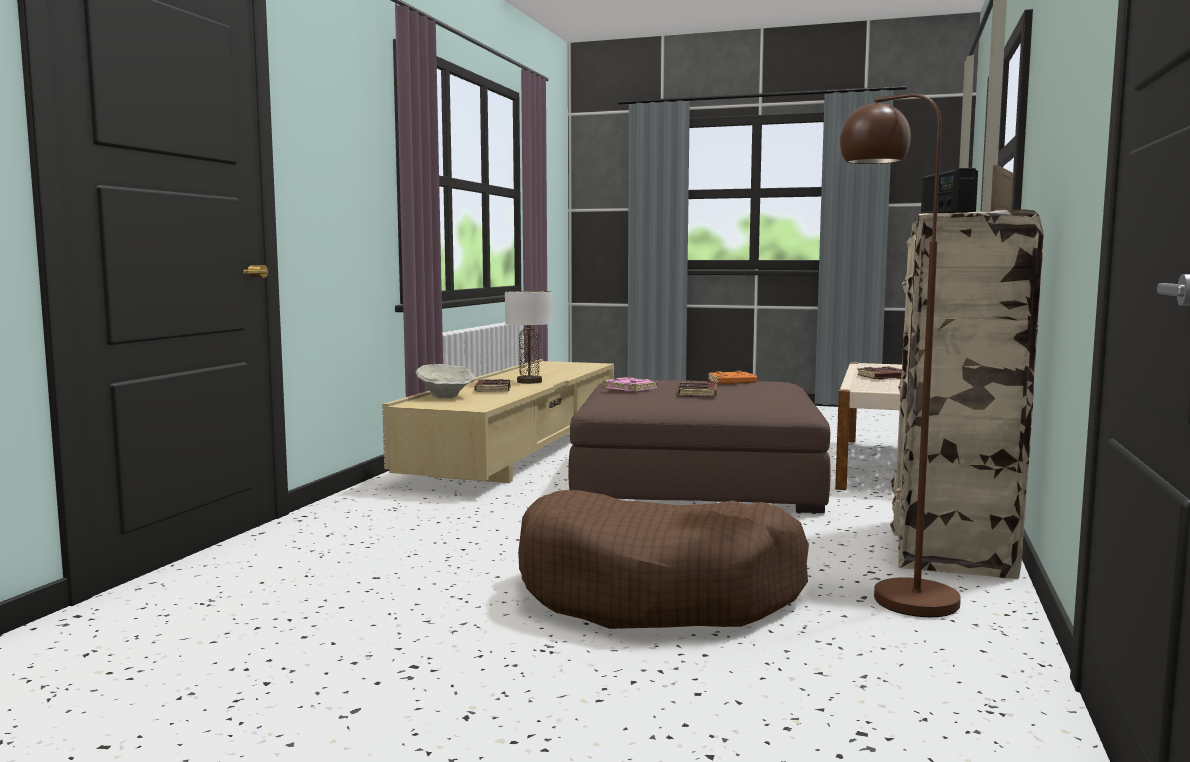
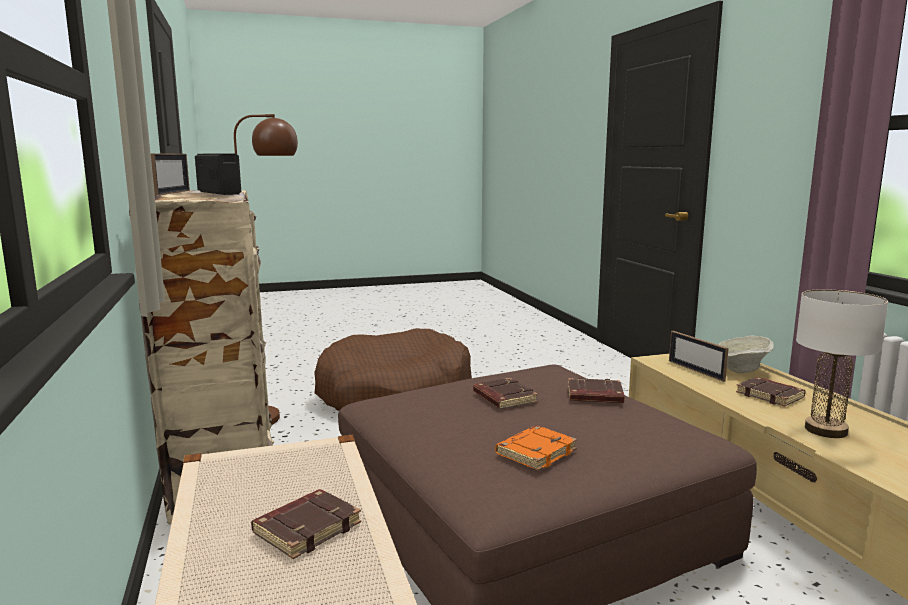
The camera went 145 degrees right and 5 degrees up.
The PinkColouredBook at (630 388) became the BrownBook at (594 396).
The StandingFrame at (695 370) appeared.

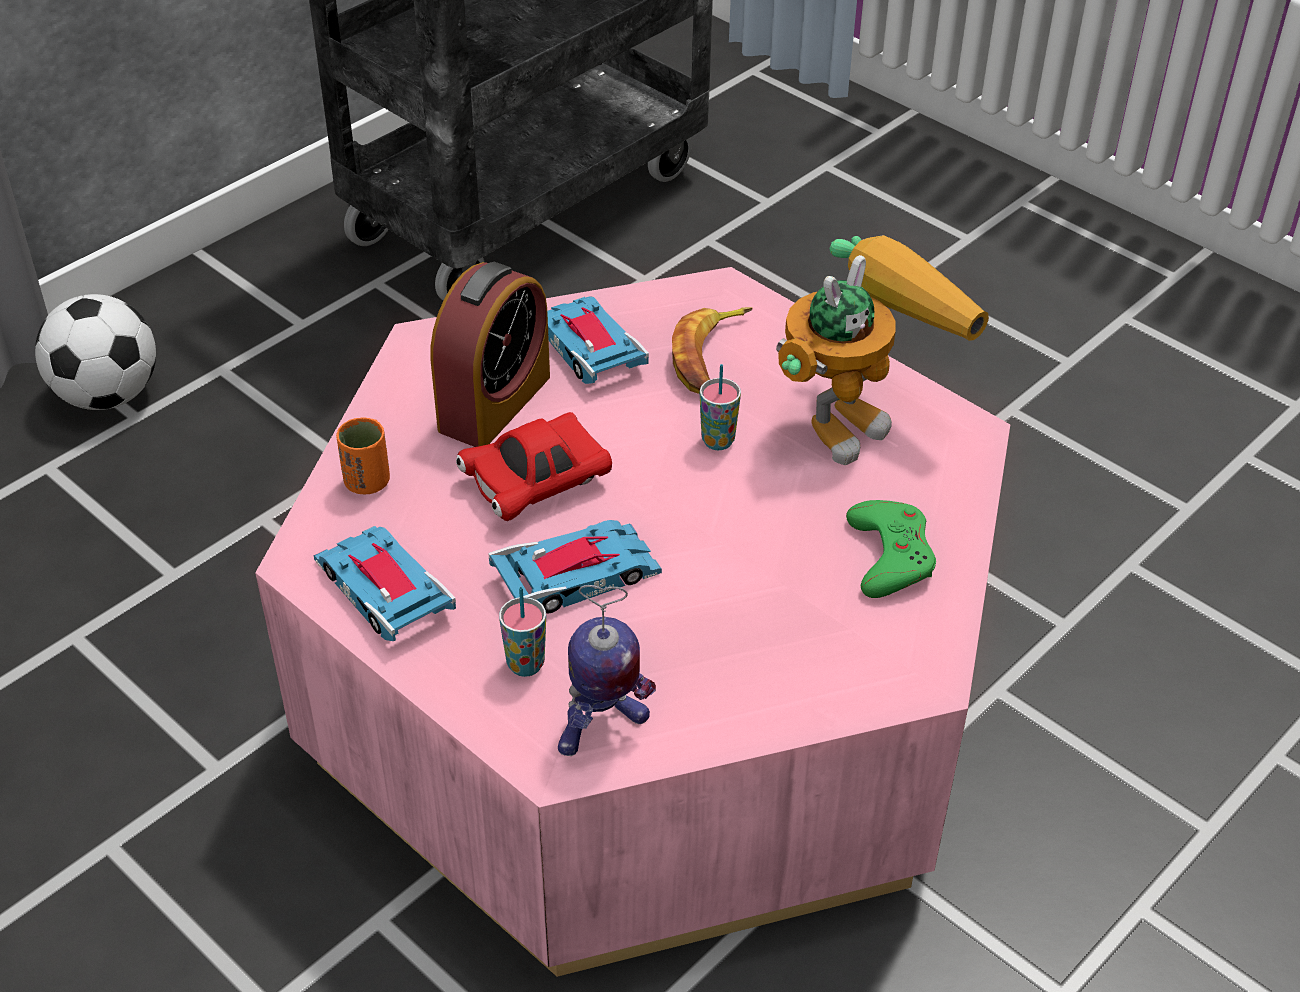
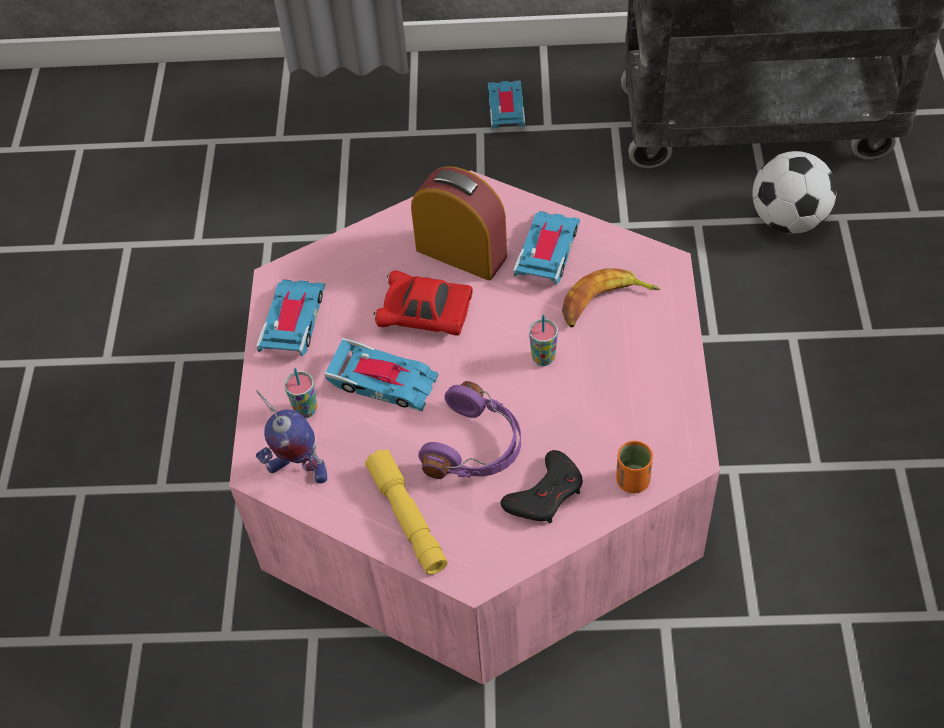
The camera went 50 degrees right and 10 degrees up.
The BallForFootball moved from (108 396) to (788 220).
The OrangeSmallCup moved from (367 482) to (632 481).
The BedsideClock at (494 403) turned 135 degrees counterclockwise.
The ModelRobot at (857 413) disappeared.
The GreenJoypad at (890 556) became the BlackColouredJoypad at (545 494).
The YellowishHandTorch at (407 518) appeared.
The PurpleHeadset at (476 447) appeared.
The ToyCar at (506 108) appeared.

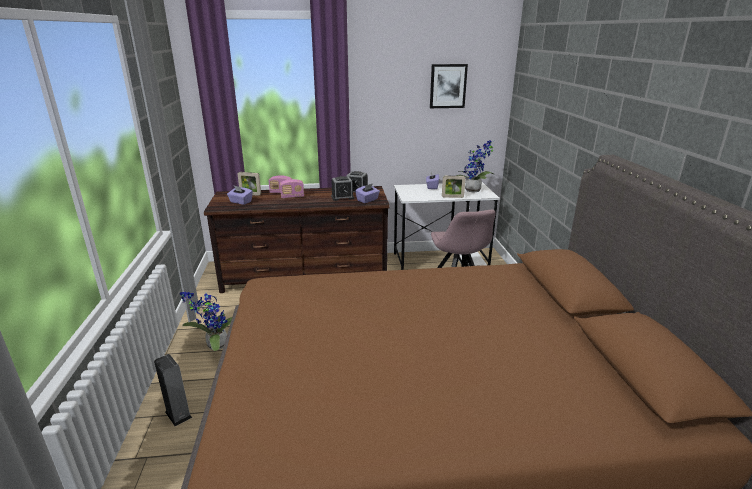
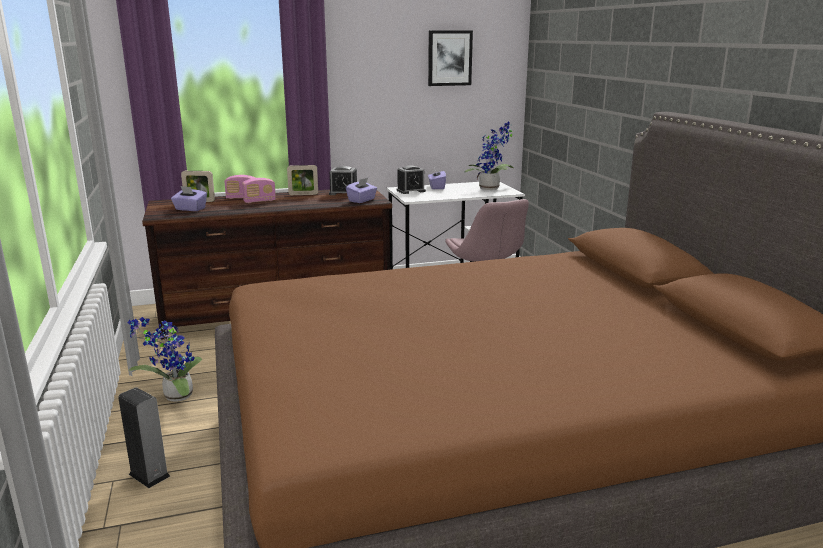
The camera went 10 degrees left and 5 degrees down.
The BedsideClock moved from (342 197) to (411 191).
The StandingFrame moved from (452 197) to (303 194).

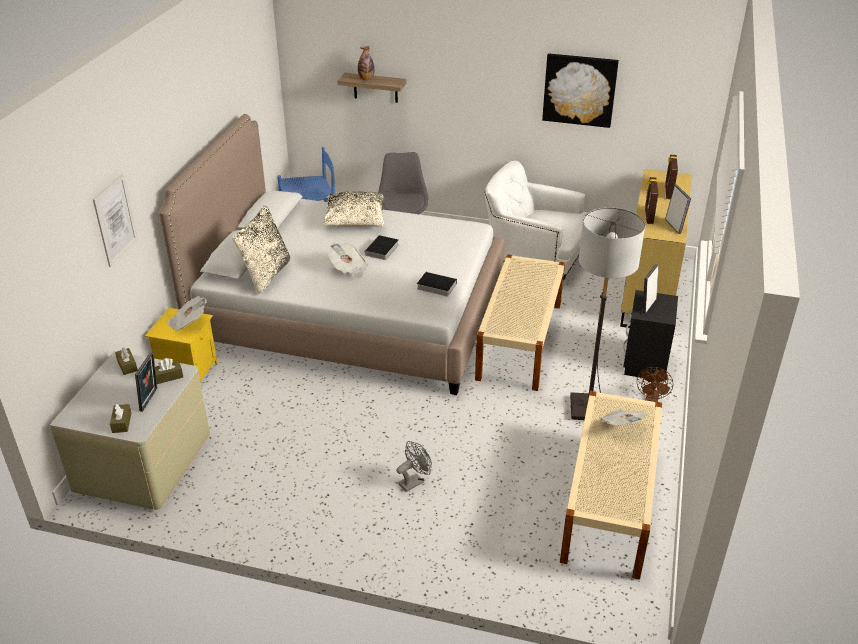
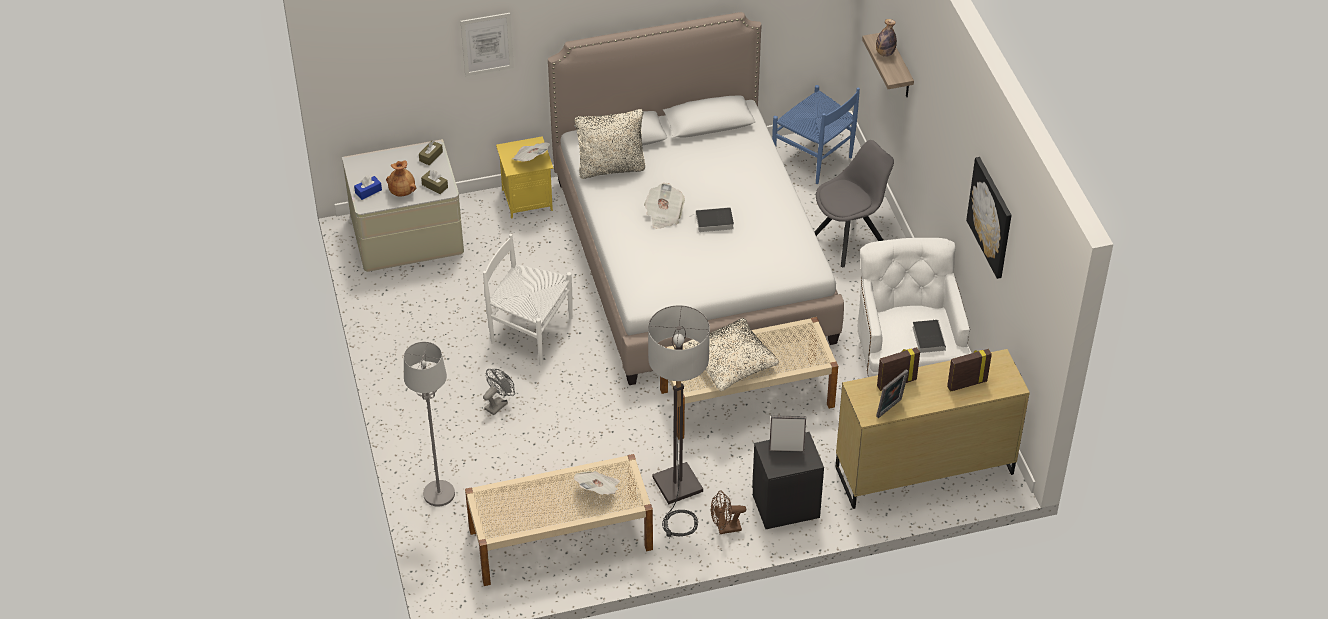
The camera went 60 degrees right and 10 degrees up.
The BrownTissueHolder at (121 423) became the BlueColouredTissueHolder at (368 191).
The StandingFrame at (150 400) was replaced by the BrownVase at (402 192).
The BeigeColouredCushion moved from (355 218) to (731 361).
The GrayFan at (414 481) turned 75 degrees counterclockwise.
The Book moved from (435 286) to (928 337).
The GrayStandingLamp at (438 494) appeared.
The WhitishChair at (530 332) appeared.

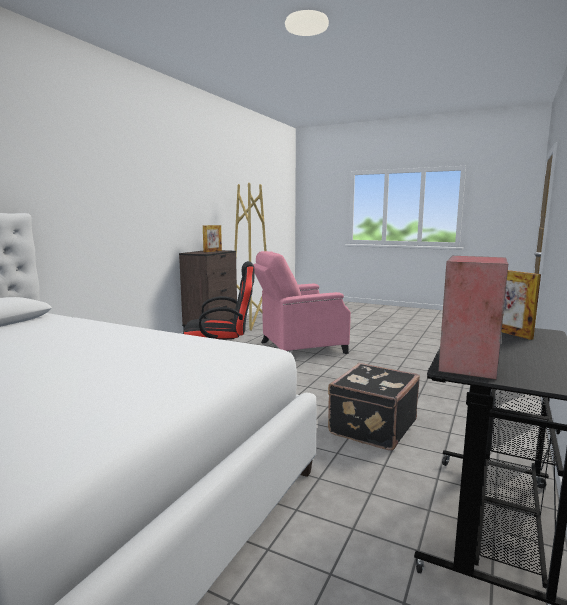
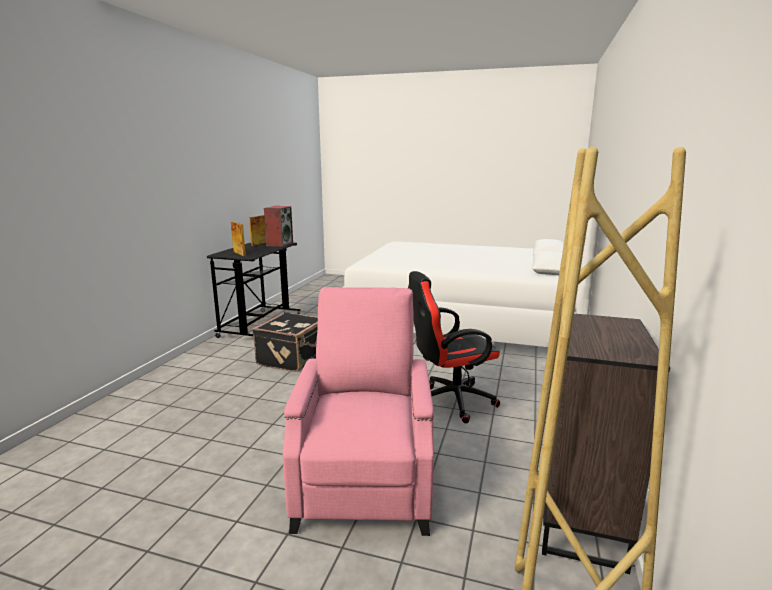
The camera went 170 degrees right and 5 degrees up.
The StandingFrame moved from (212 251) to (260 243).
The PinkColouredLoungeChair at (299 348) turned 60 degrees counterclockwise.

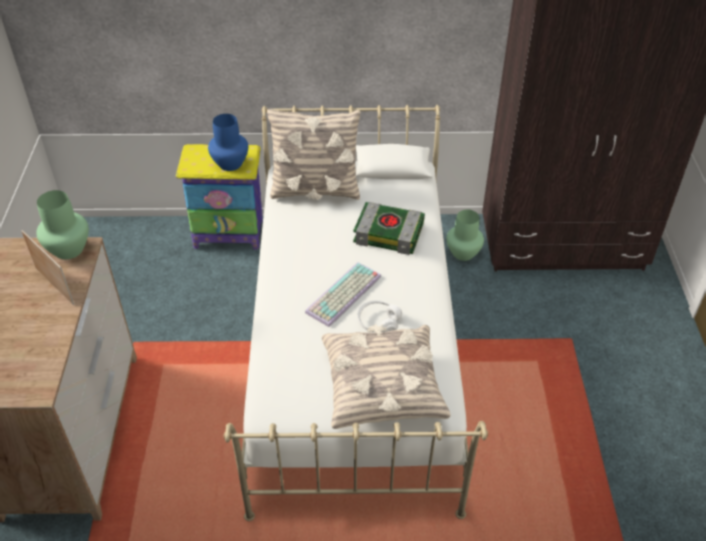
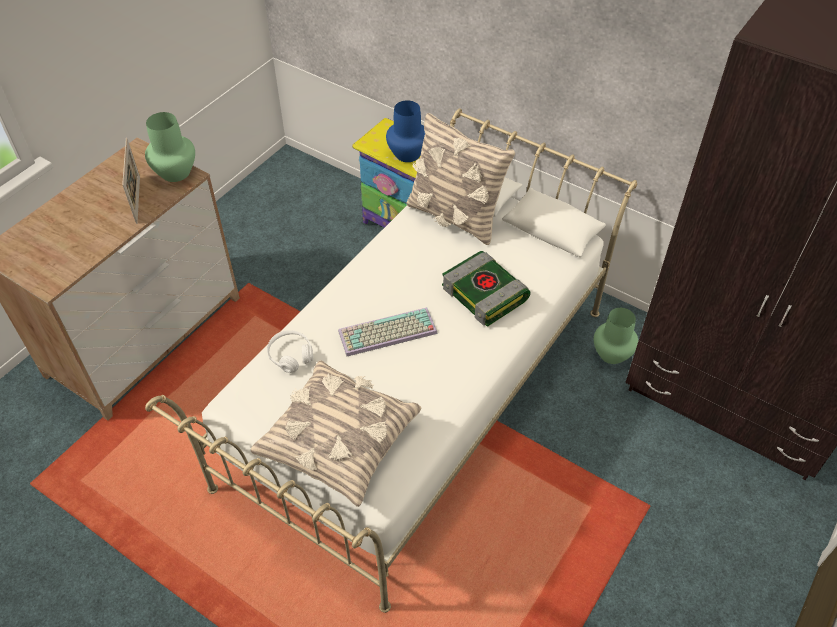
The camera went 35 degrees right and 5 degrees up.
The WhitishHeadset moved from (378 322) to (291 355).

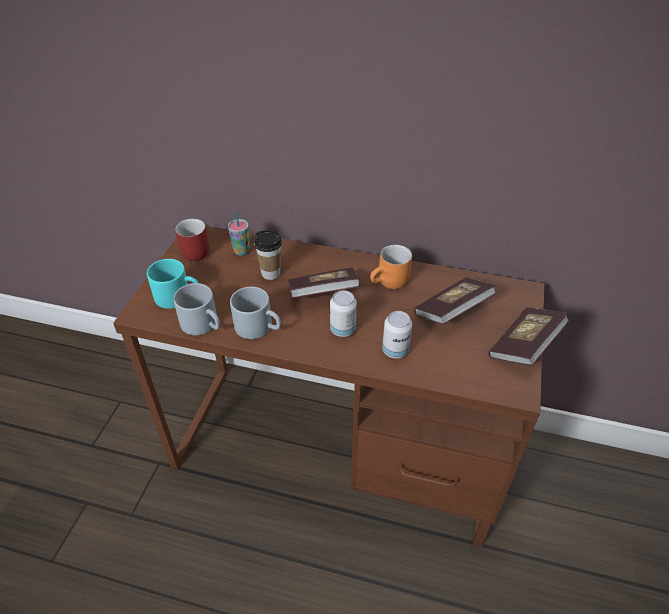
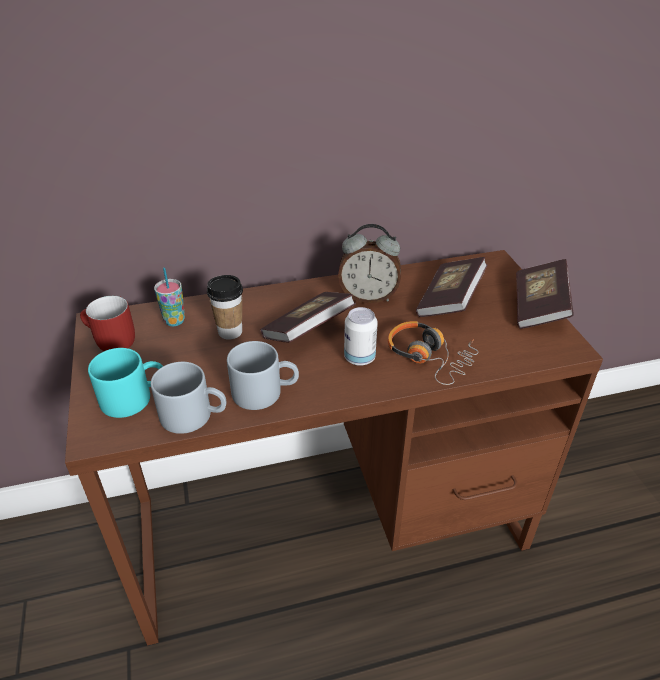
The camera went 30 degrees left and 5 degrees down.
The OrangeMug at (390 283) was replaced by the BedsideClock at (368 297).
The SealedCan at (395 350) was replaced by the Headset at (429 357).

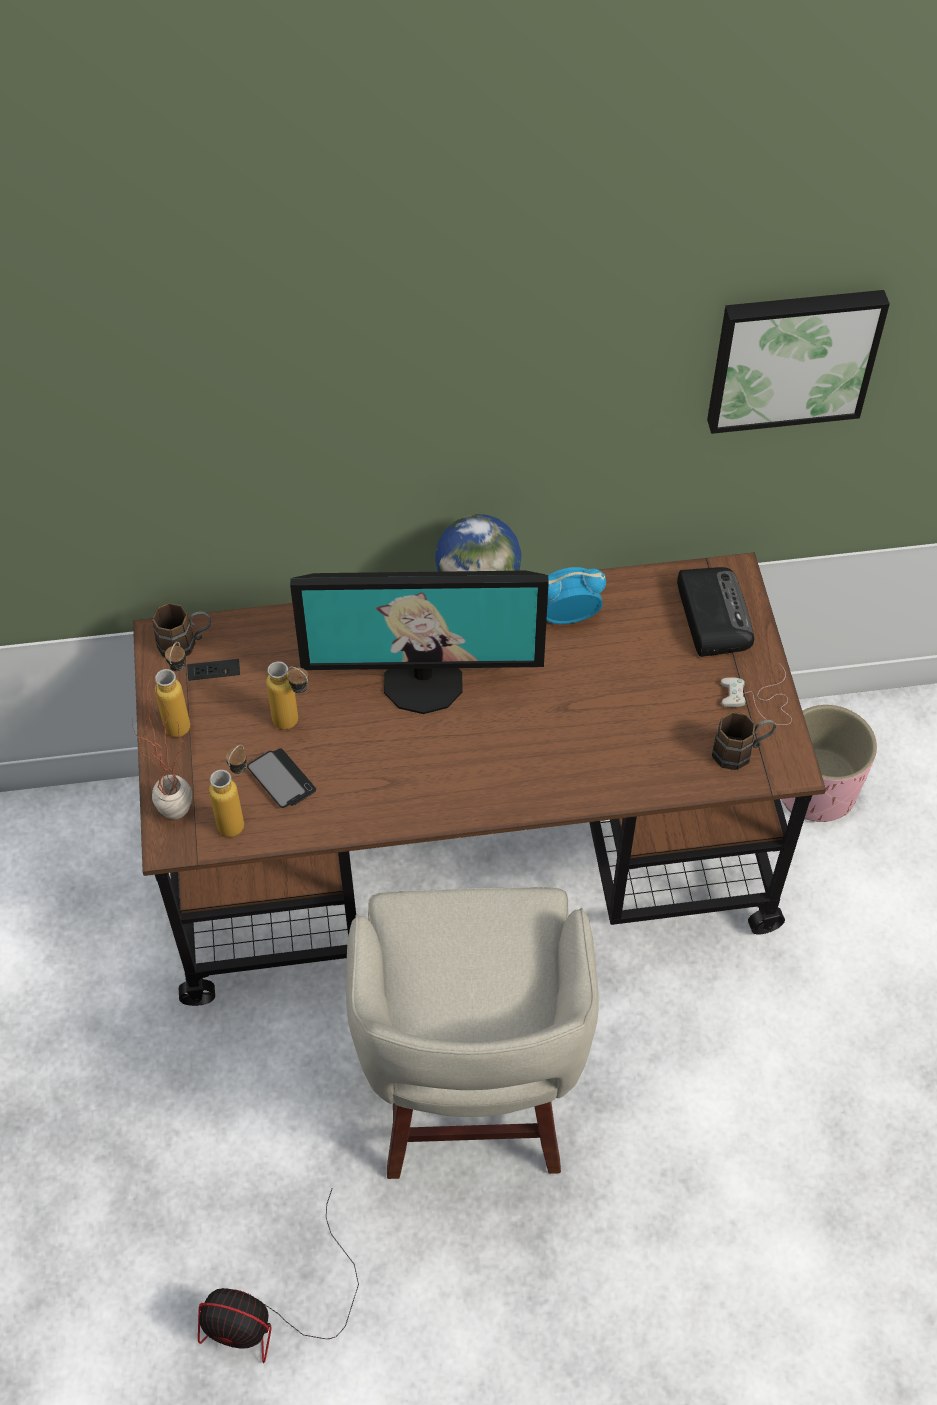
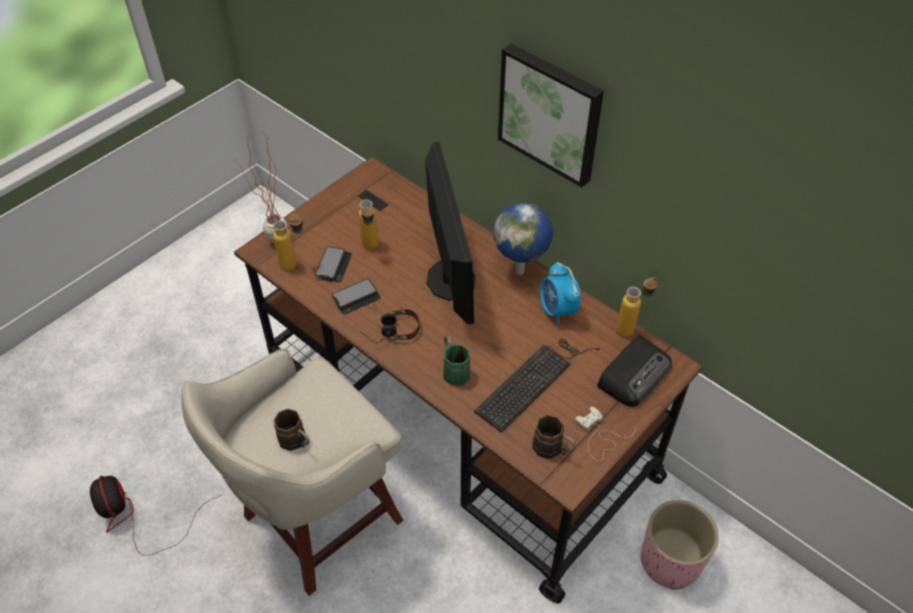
The camera went 50 degrees right and 5 degrees down.
The BrownMug moved from (185 643) to (296 442).
The BeverageBottle moved from (182 719) to (631 328).
The ComputerScreen at (423 681) turned 150 degrees counterclockwise.
The BedsideClock at (567 616) turned 150 degrees counterclockwise.
The WallArt moved from (792 356) to (551 113).
The Phone at (356 297) appeared.
The Headset at (390 332) appeared.
The GreenMug at (454 369) appeared.
The ComputerKeyboard at (534 380) appeared.

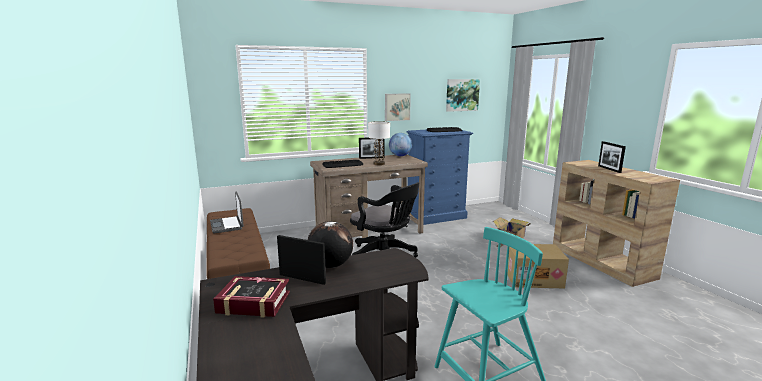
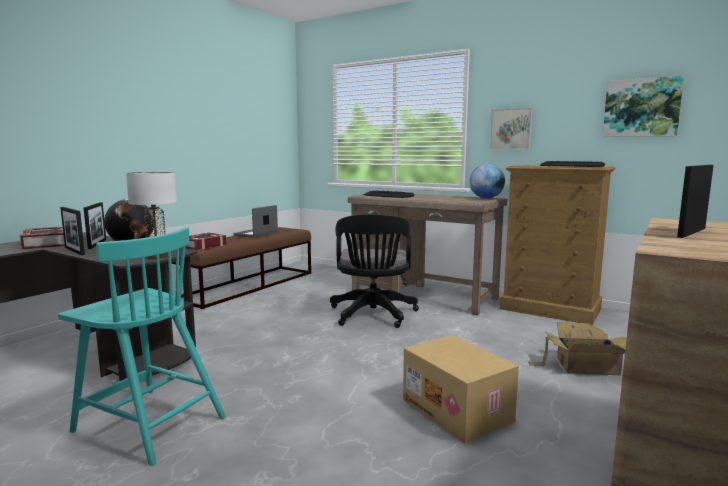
The camera went 55 degrees right and 5 degrees down.
The StandingFrame moved from (371 158) to (74 251).
The TableLamp moved from (379 164) to (157 256).
The BlueColouredChestOfDrawers at (436 216) became the BrownChestOfDrawers at (551 309).
The Book at (203 245) appeared.

